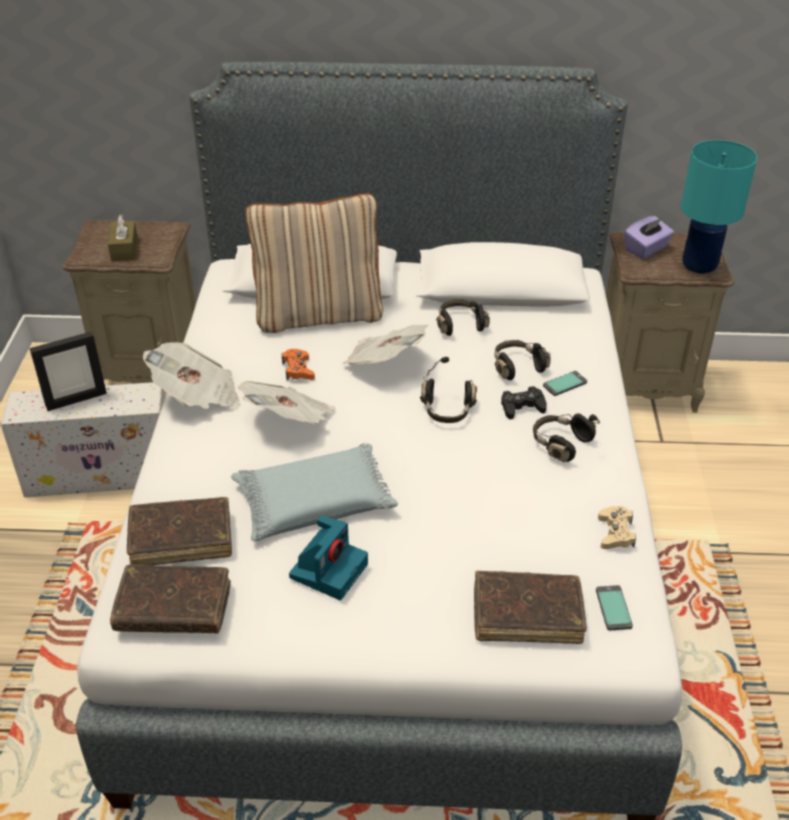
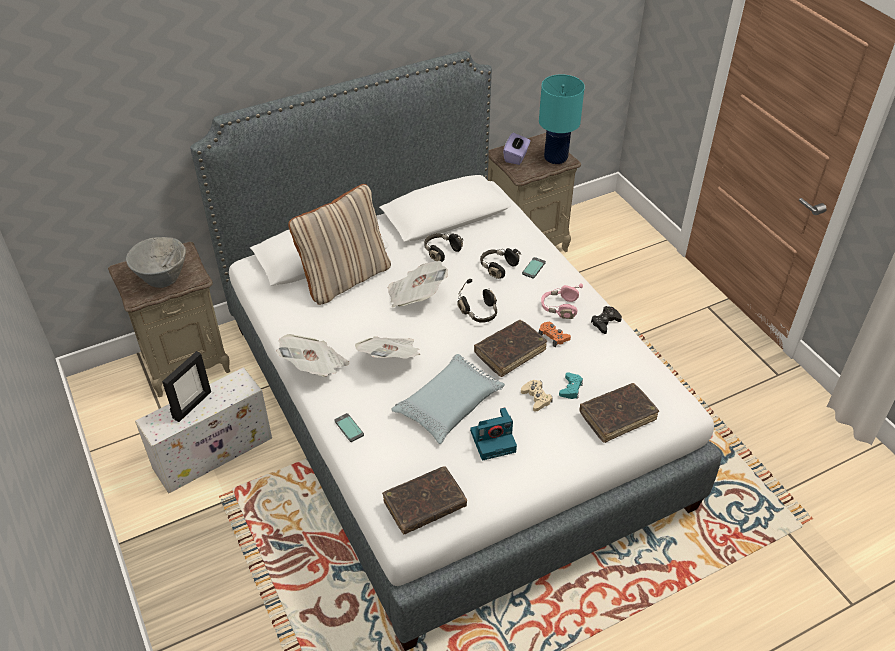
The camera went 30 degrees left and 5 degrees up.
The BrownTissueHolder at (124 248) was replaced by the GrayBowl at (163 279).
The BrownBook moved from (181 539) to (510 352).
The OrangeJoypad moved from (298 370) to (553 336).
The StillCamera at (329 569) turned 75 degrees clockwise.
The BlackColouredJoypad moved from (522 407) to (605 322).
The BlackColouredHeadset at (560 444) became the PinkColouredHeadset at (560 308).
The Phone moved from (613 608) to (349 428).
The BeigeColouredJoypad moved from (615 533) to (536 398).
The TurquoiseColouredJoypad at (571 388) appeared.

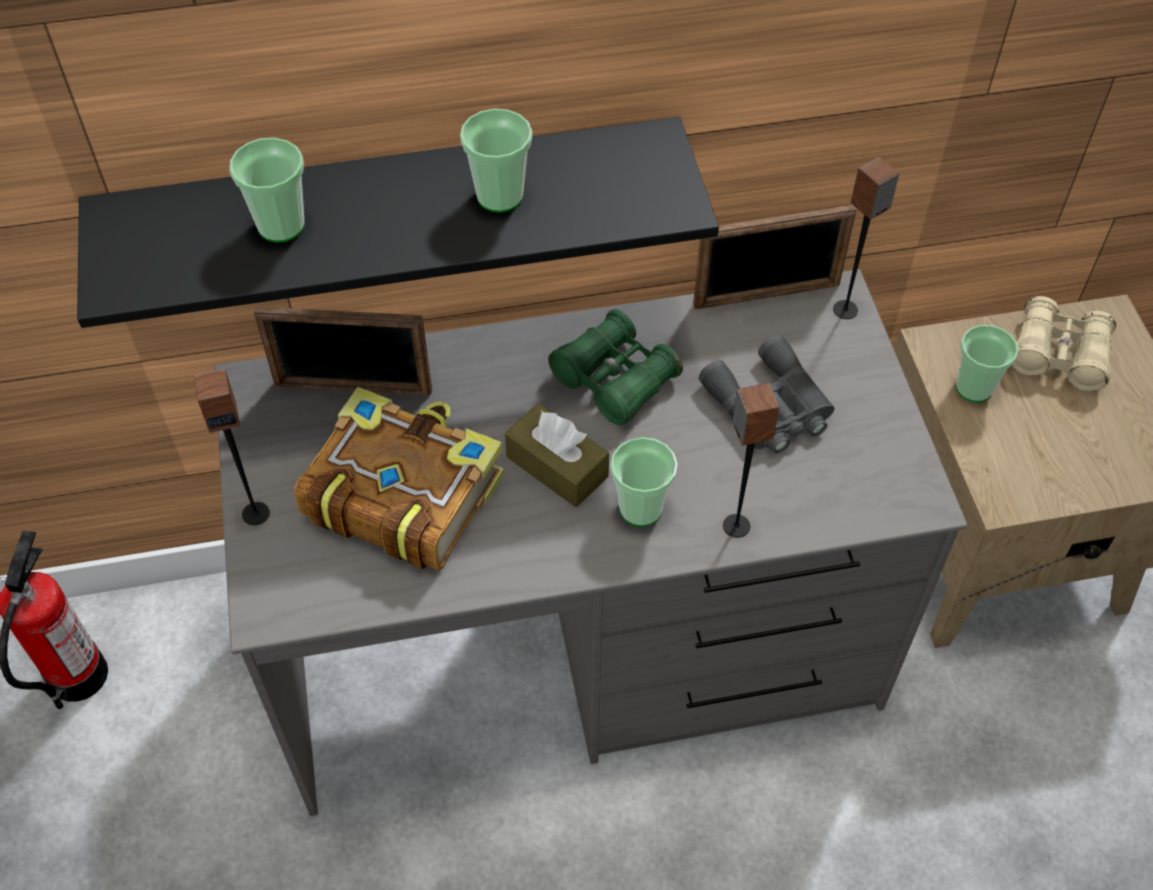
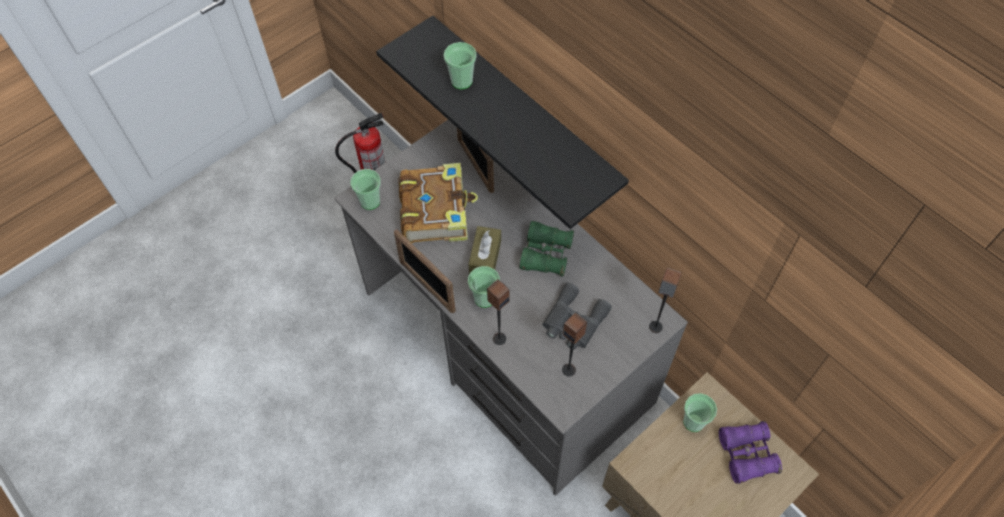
The camera went 60 degrees right and 5 degrees up.
The AudioSpeaker moved from (256 513) to (569 369).
The SmallCup moved from (500 196) to (370 201).
The StandingFrame moved from (767 295) to (427 286).
The BeigeColouredFieldGlasses at (1058 355) became the PurpleFieldGlasses at (746 454).

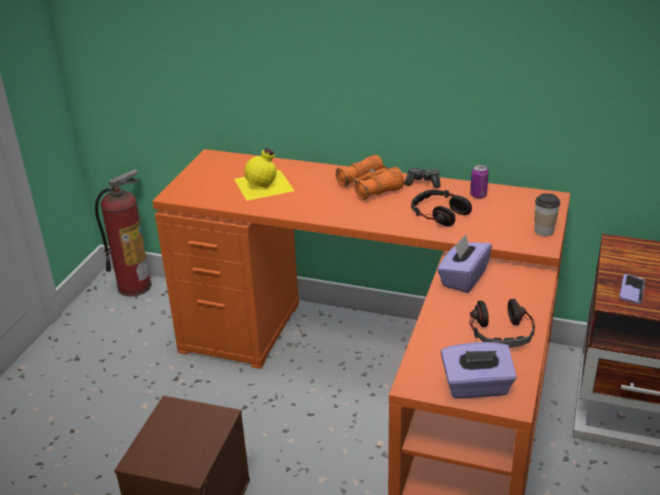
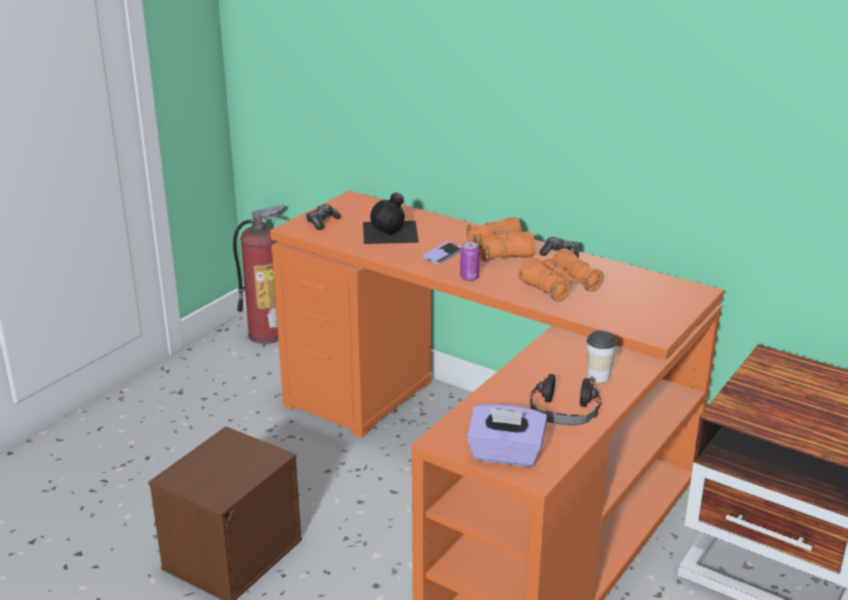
The camera went 15 degrees right and 5 degrees down.
The YellowishBeverageBottle at (264 185) became the BlackColouredBeverageBottle at (391 232).
The Headset at (439 214) was replaced by the OrangeFieldGlasses at (560 287).
The PurpleTissueHolder at (463 278) disappeared.
The SealedCan moved from (478 195) to (469 277).
The SmallCup moved from (544 231) to (598 376).
The Phone moved from (632 290) to (442 254).
The Joypad at (322 222) appeared.

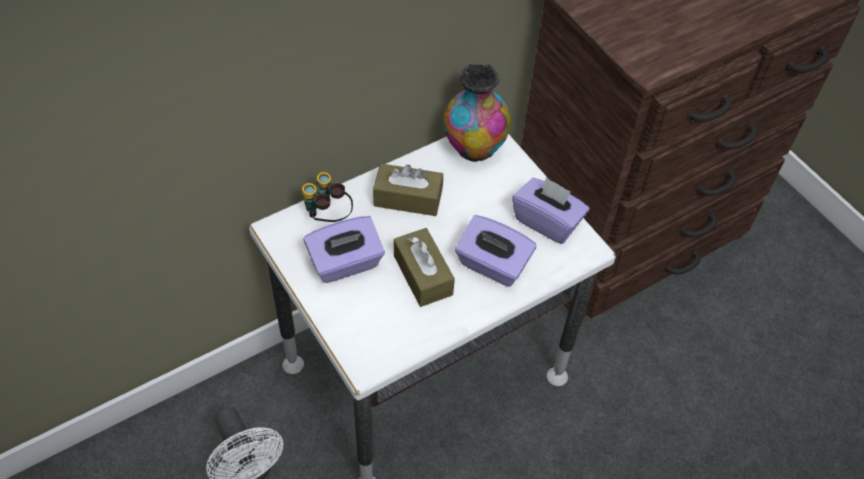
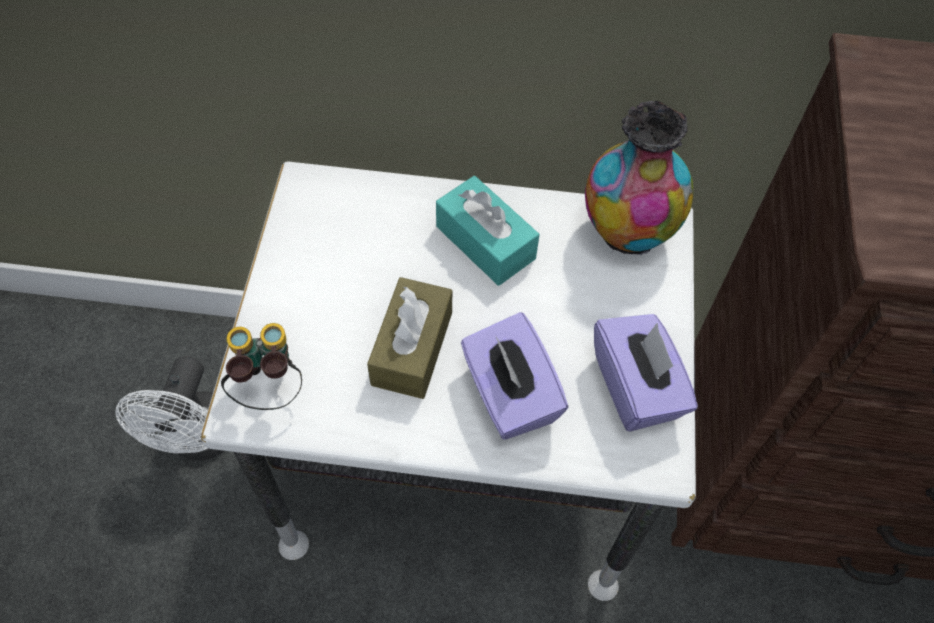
The camera went 40 degrees right and 5 degrees up.
The FieldGlasses moved from (327 218) to (268 388).
The PurpleTissueHolder at (345 263) disappeared.
The BrownTissueHolder at (408 198) became the TurquoiseColouredTissueHolder at (485 242).

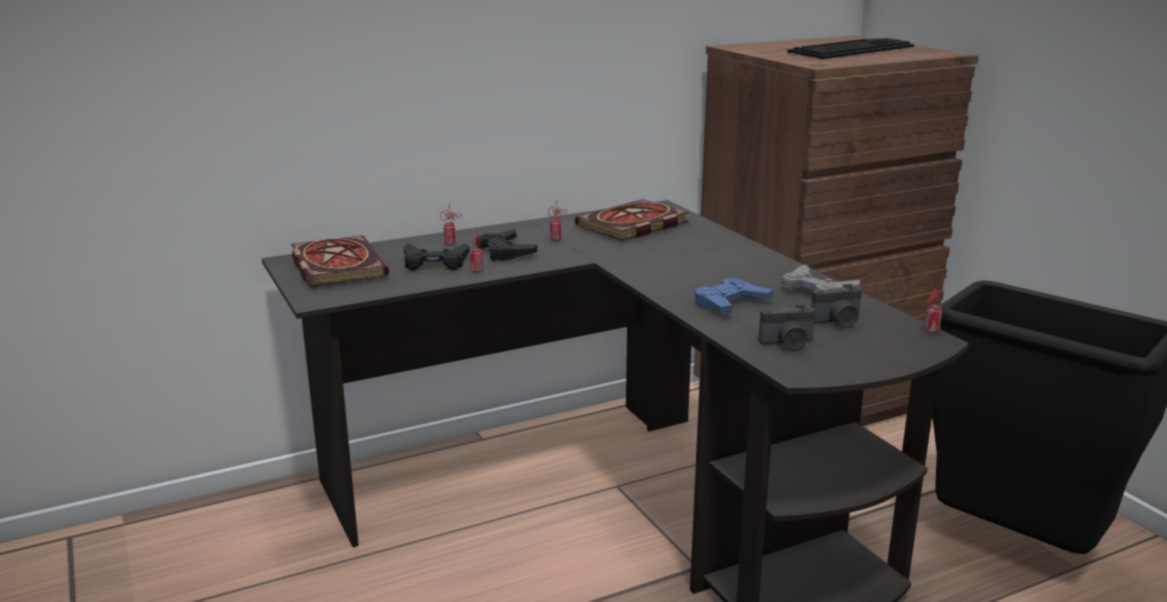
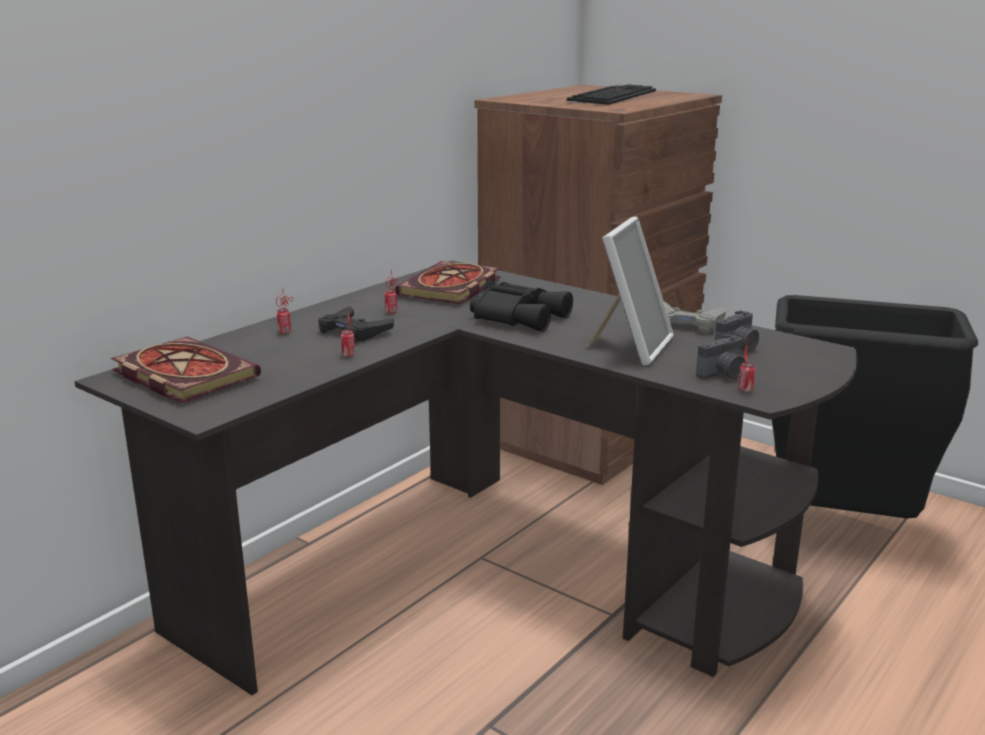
The camera went 25 degrees left and 0 degrees up.
The BlackColouredJoypad at (435 263) disappeared.
The BlueColouredJoypad at (730 303) was replaced by the StandingFrame at (630 347).
The SealedCan moved from (931 331) to (745 390).
The BlackColouredFieldGlasses at (519 316) appeared.

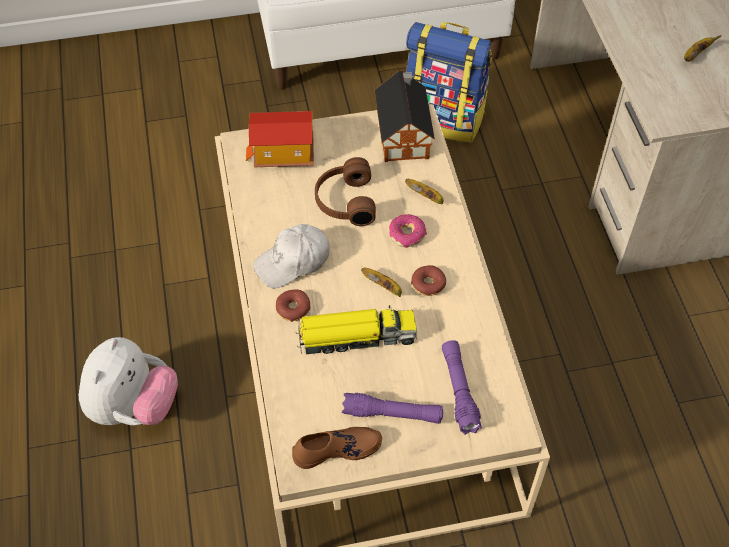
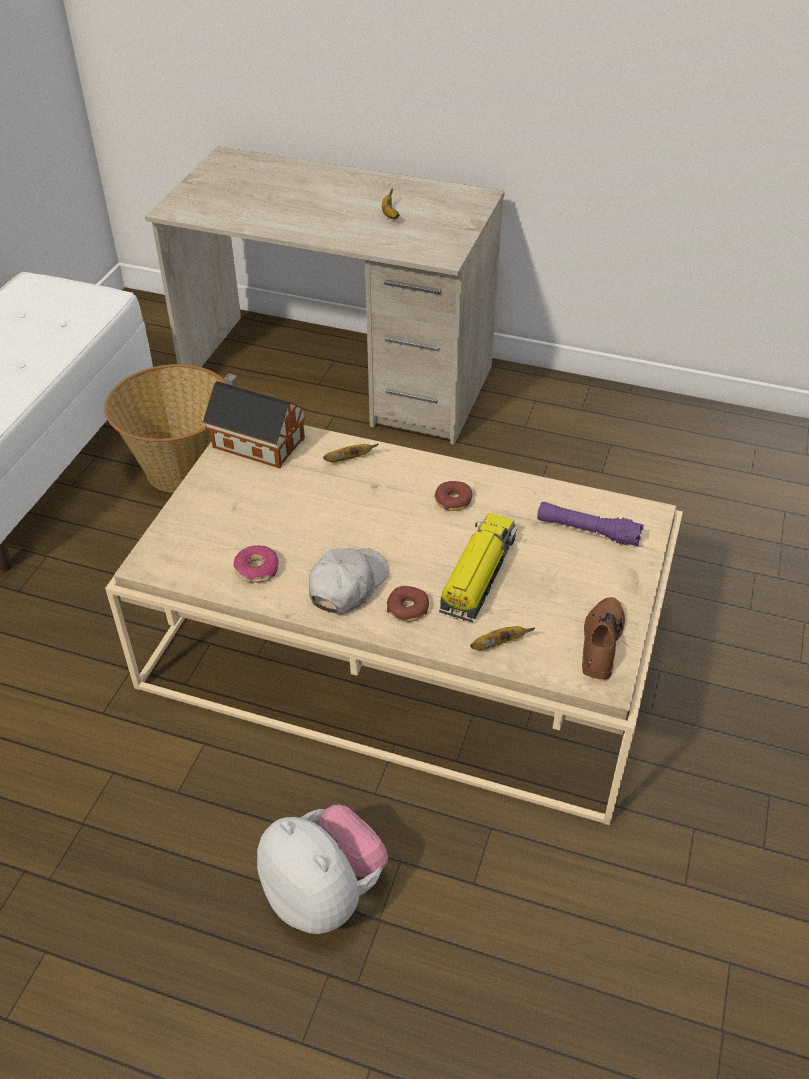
The camera went 60 degrees left and 10 degrees down.
The MiniatureHouse at (283 155) disappeared.
The WhitishPeakedCap at (293 262) turned 150 degrees counterclockwise.
The BrownHeadset at (344 201) disappeared.
The PurpleHandTorch at (392 414) disappeared.
The WholeBanana moved from (384 287) to (498 644).
The RingDoughnut moved from (407 234) to (257 569).
The Rucksack at (444 118) was replaced by the HouseholdBasket at (181 468).

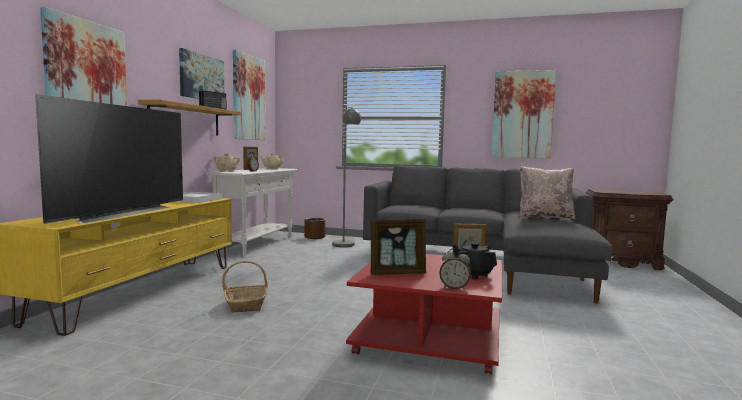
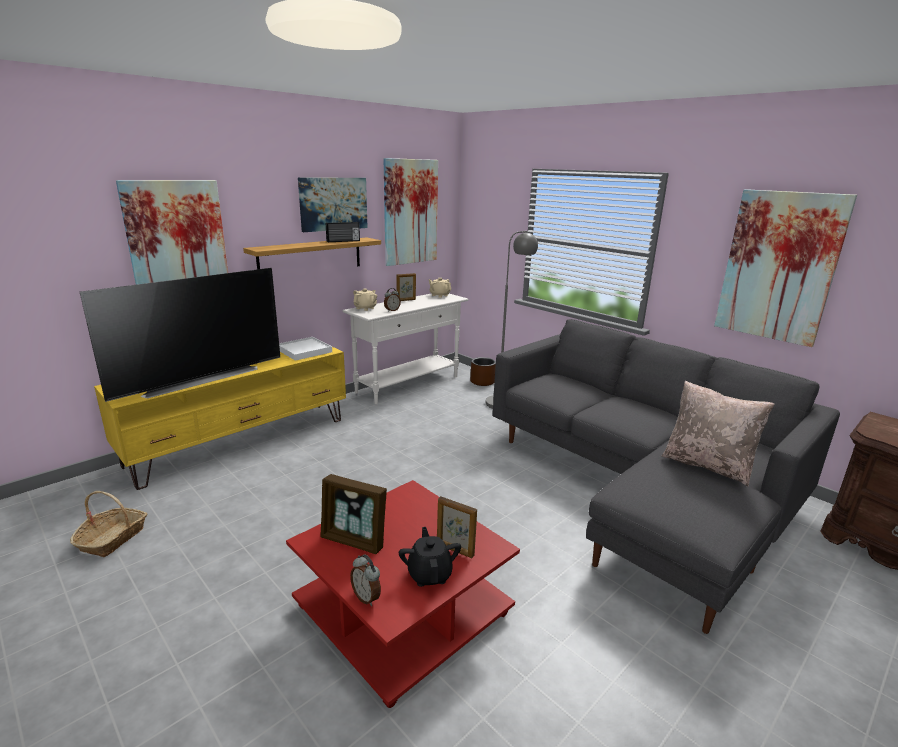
The camera went 30 degrees right and 15 degrees up.
The HouseholdBasket moved from (246 304) to (113 538).

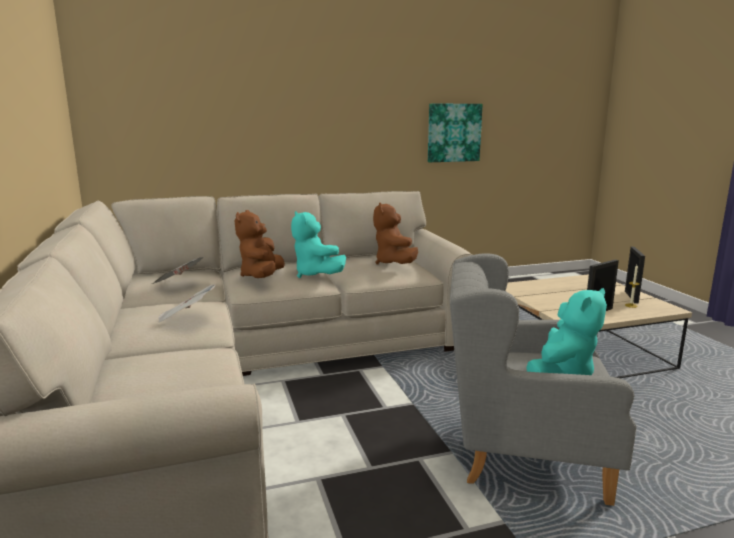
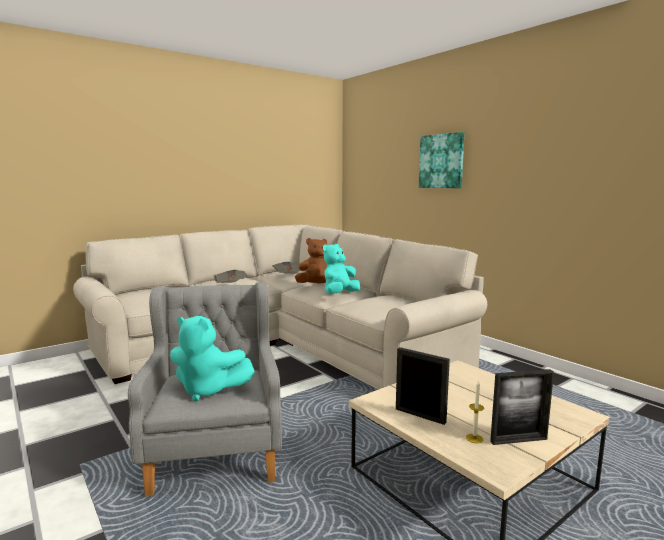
The camera went 70 degrees right and 5 degrees down.
The BrownSoftToy at (394 263) disappeared.
The WallArt moved from (454 132) to (441 161).

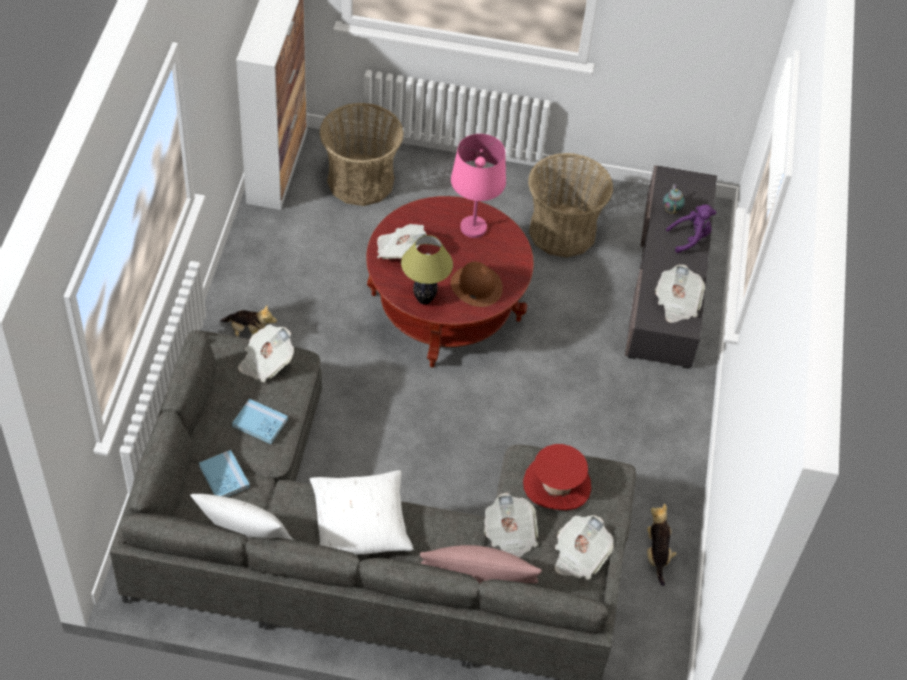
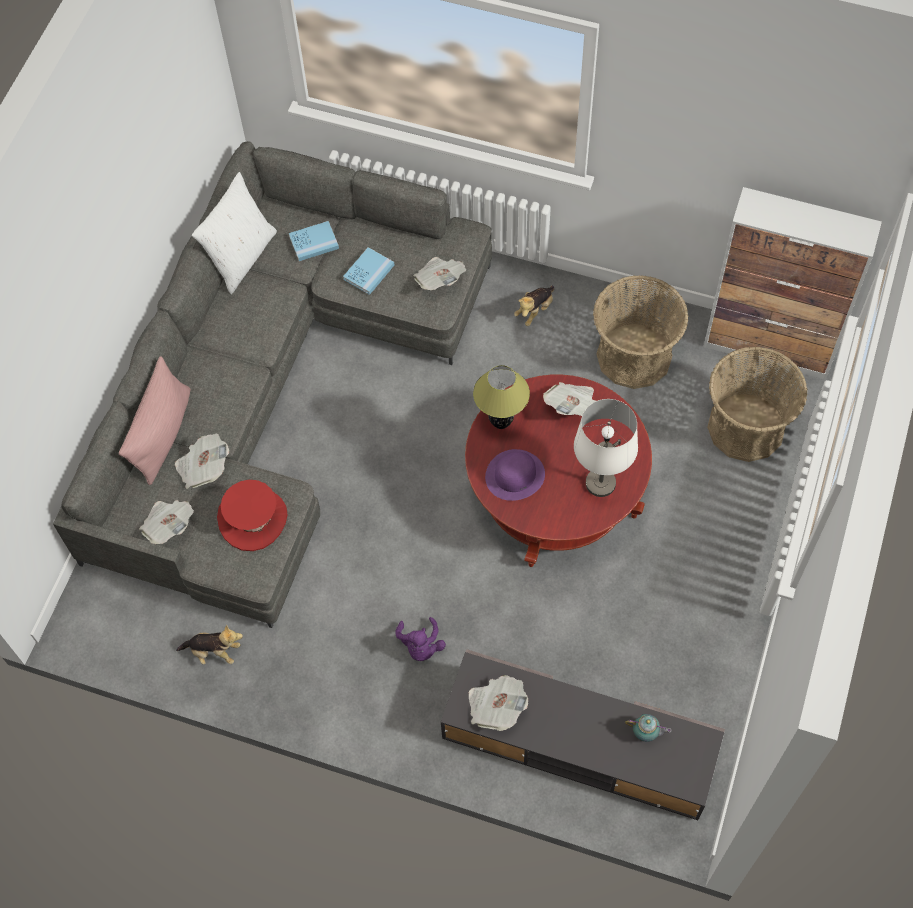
The camera went 105 degrees right and 10 degrees up.
The WhitishCushion at (360 522) disappeared.
The PinkColouredTableLamp at (473 227) became the WhitishTableLamp at (600 483).
The BrownClothingHat at (476 286) became the PurpleClothingHat at (515 475).
The HouseholdBasket moved from (562 231) to (633 356).
The PurpleSoftToy moved from (690 238) to (421 646).

